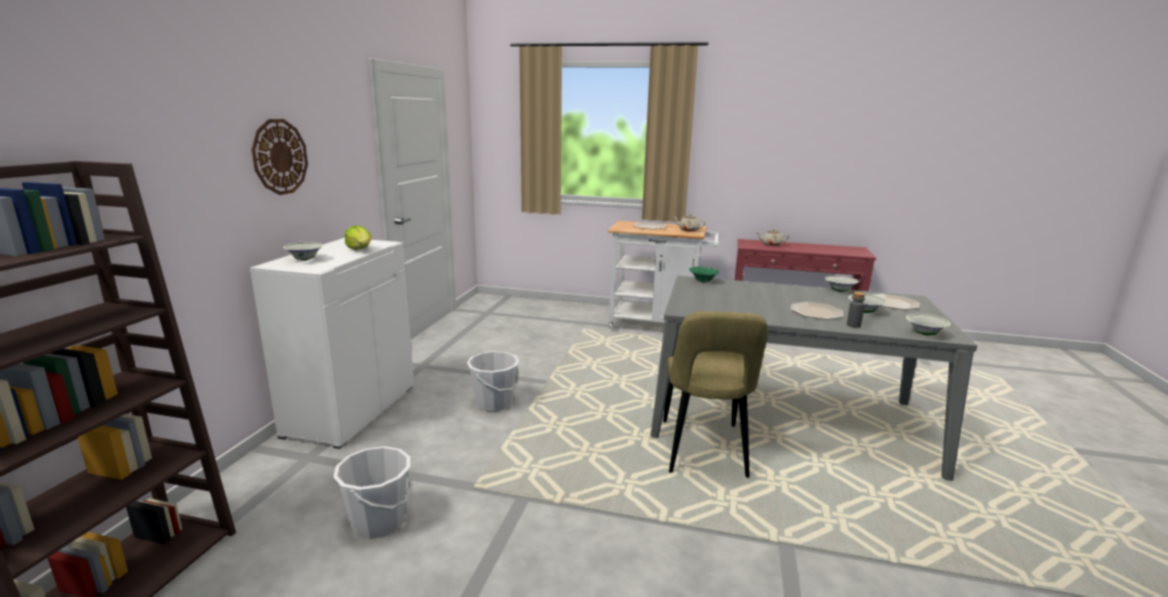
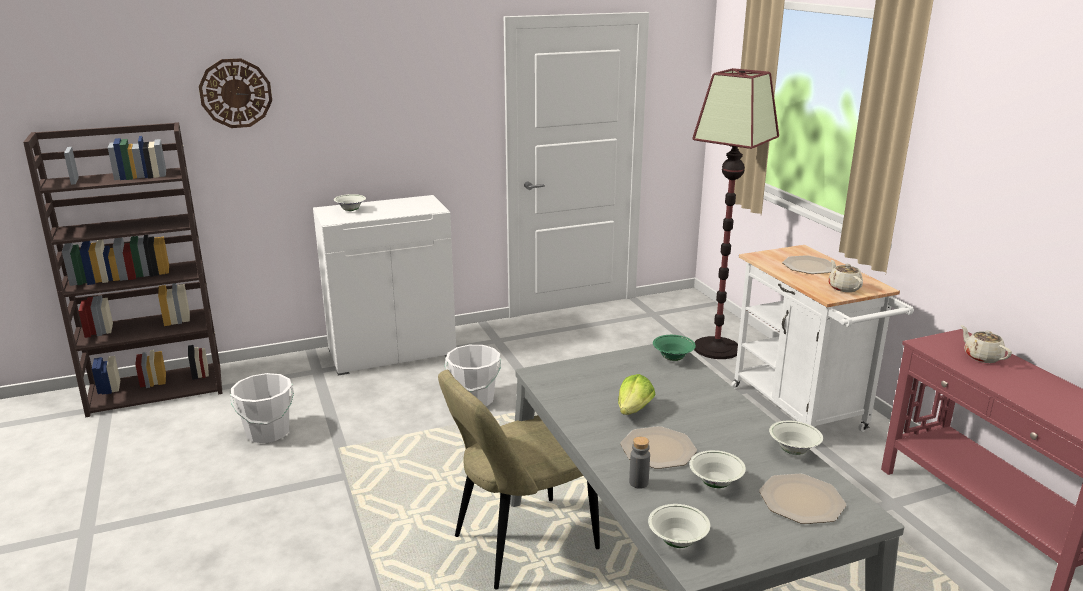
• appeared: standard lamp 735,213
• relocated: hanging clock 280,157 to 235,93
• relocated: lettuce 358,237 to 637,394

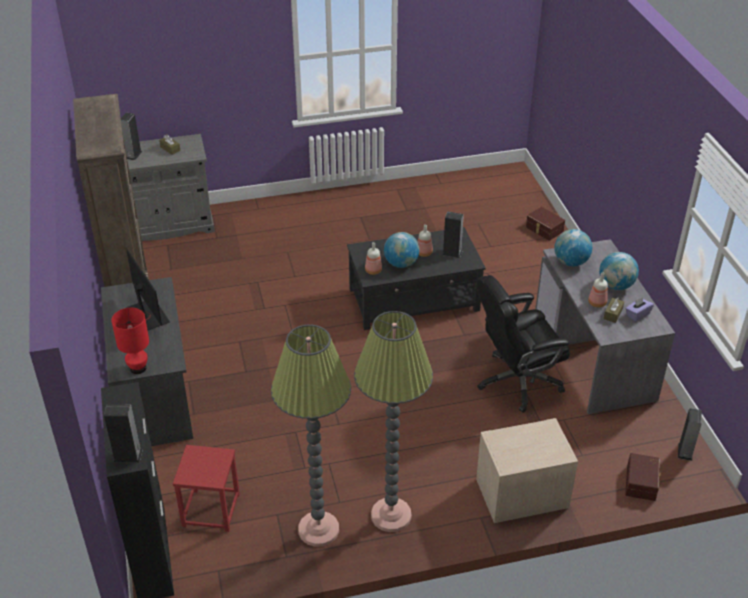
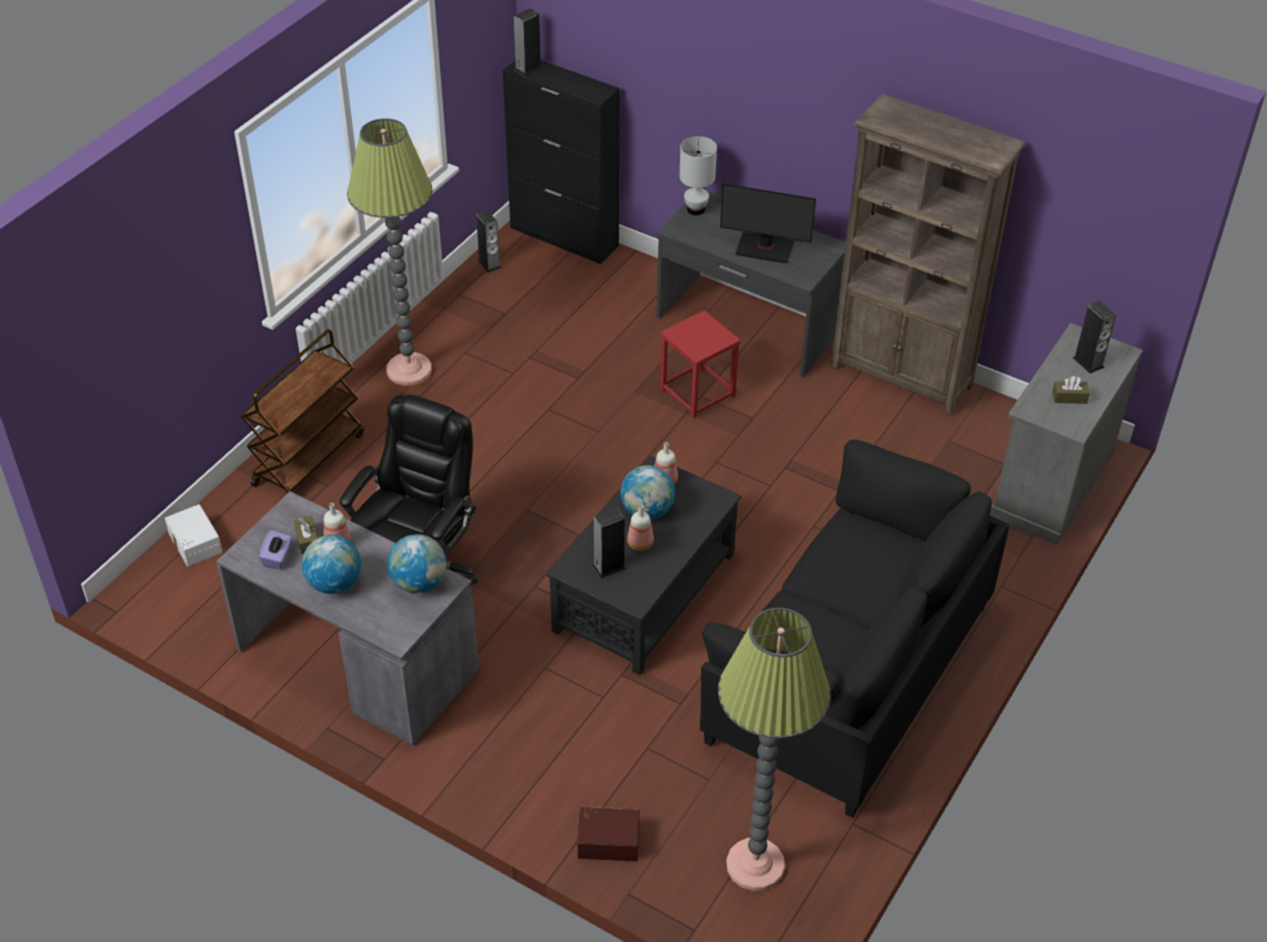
• appeared: black-coloured couch 854,628
• relocated: red stool seat 206,488 to 700,364
• relocated: standard lamp 311,435 to 774,749
• relocated: audio speaker 690,434 to 488,241
• exchanged: beige night table 527,470 to brownish trolley 302,412
• colour: red lamp for a table 130,341 to whitish lamp for a table 698,175
• colour: brownish storage bin 642,477 to whitish storage bin 193,535

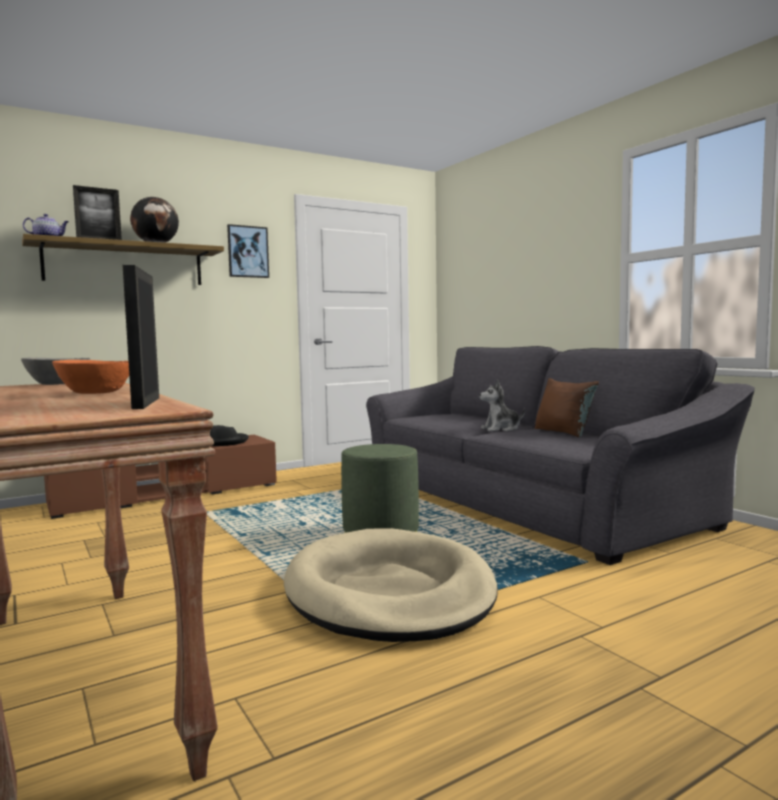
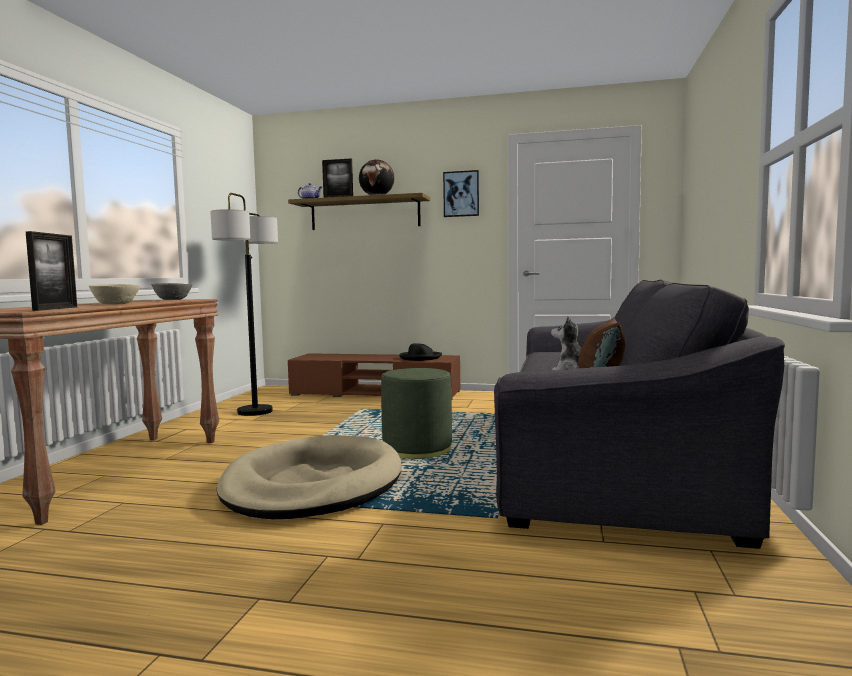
• appeared: standard lamp 244,304
• colour: orangey serving bowl 90,377 to beige serving bowl 115,294
• spun: standing frame 141,337 = 51,271 150 degrees clockwise

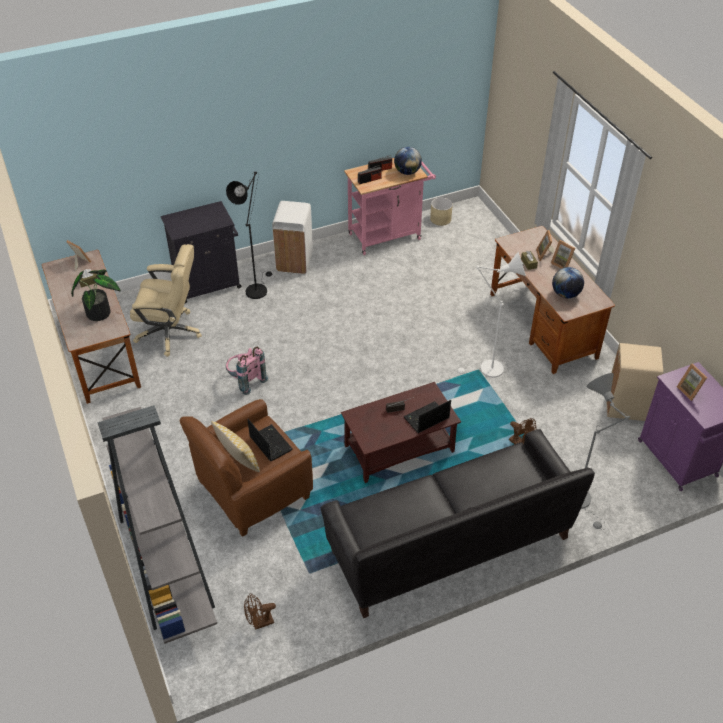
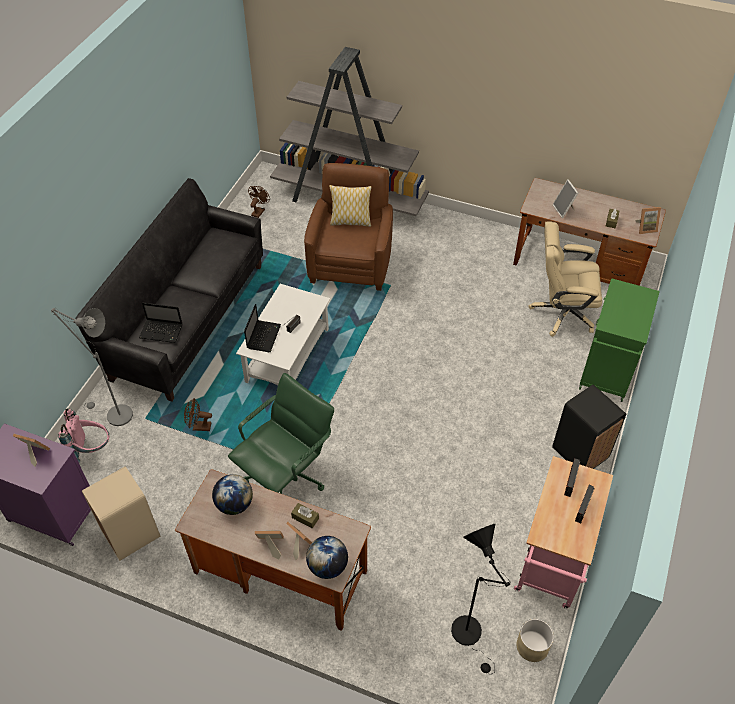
• relocated: black-coloured standard lamp 249,235 to 480,599
• relocated: pink knapsack 247,371 to 84,435
• relocated: notebook computer 269,440 to 161,322
• relocated: globe 408,161 to 327,557
• exchanged: potted plant 96,295 to standing frame 565,198
• exchanged: whitish standard lamp 490,315 to greenish desk chair 281,433
• colour: black-coloured cabinet 201,252 to greenish cabinet 619,340
• colour: whitish trash can 292,237 to black-coloured trash can 589,427
• colour: brownish lounge table 401,432 to whitish lounge table 283,334
• spun: beige desk chair 166,300 = 565,279 45 degrees clockwise

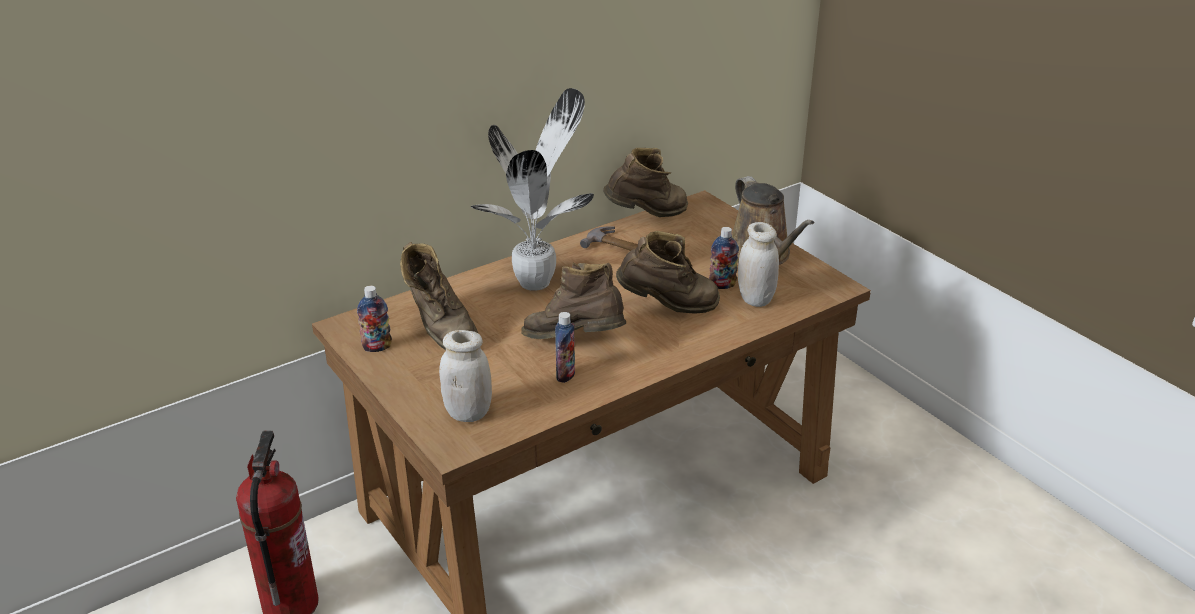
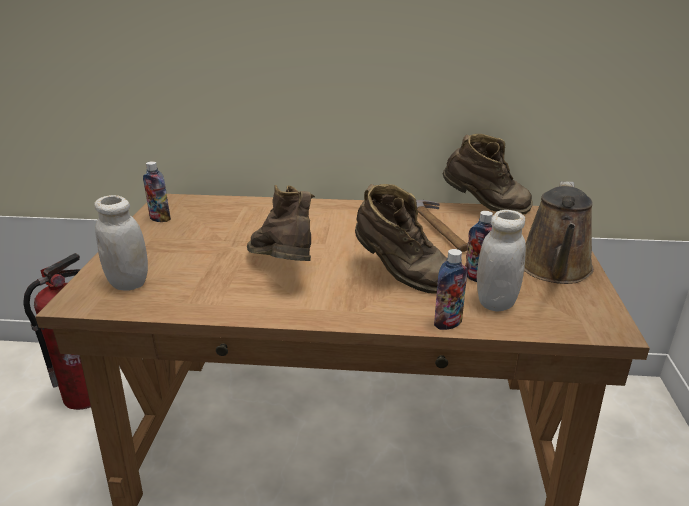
• missing: brownish boot 439,296
• missing: potted plant 532,189
• relocated: drink bottle 565,347 to 451,289

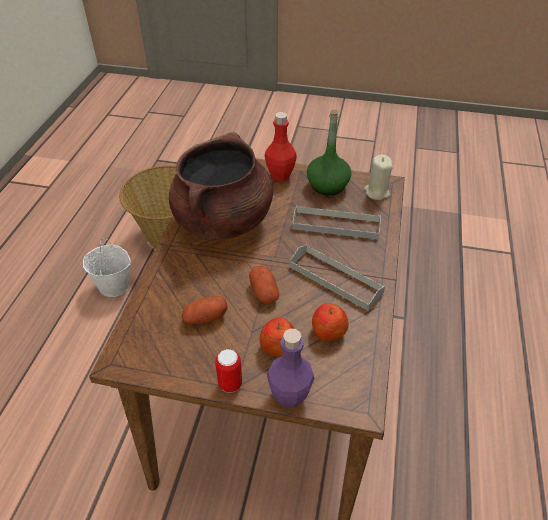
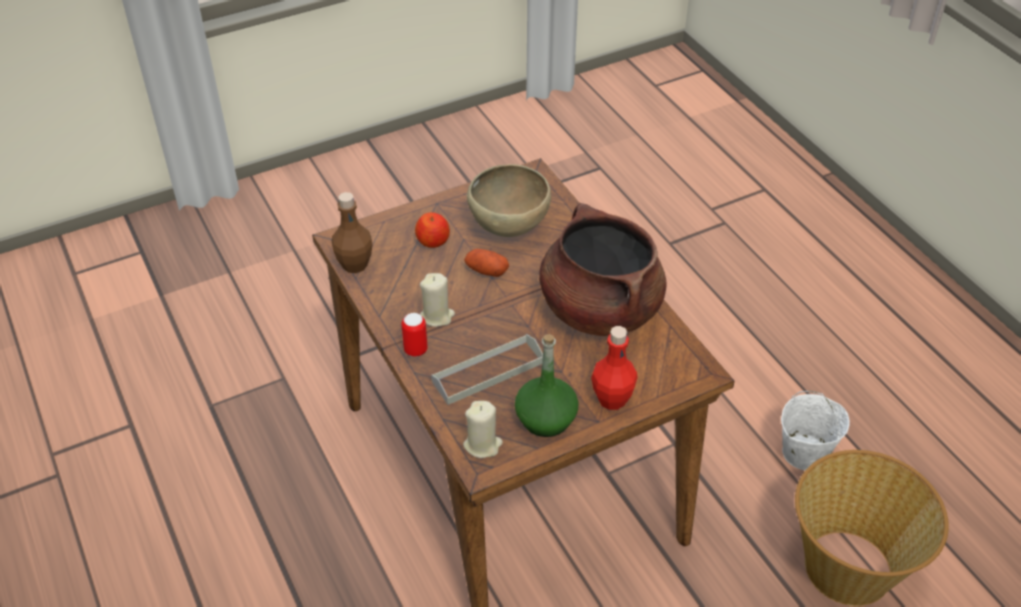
• missing: purplish drink bottle 290,368
• missing: apple fruit 330,322
• appeared: brownish drink bottle 352,232
• relocated: metal can 228,371 to 414,335
• exchanged: whole potato 204,310 to brownish serving bowl 509,200
• exchanged: greyish carrying tray 337,277 to beige wax light 437,300

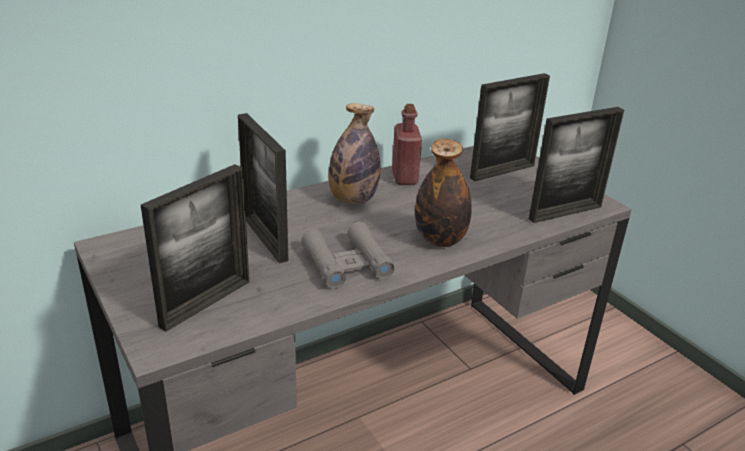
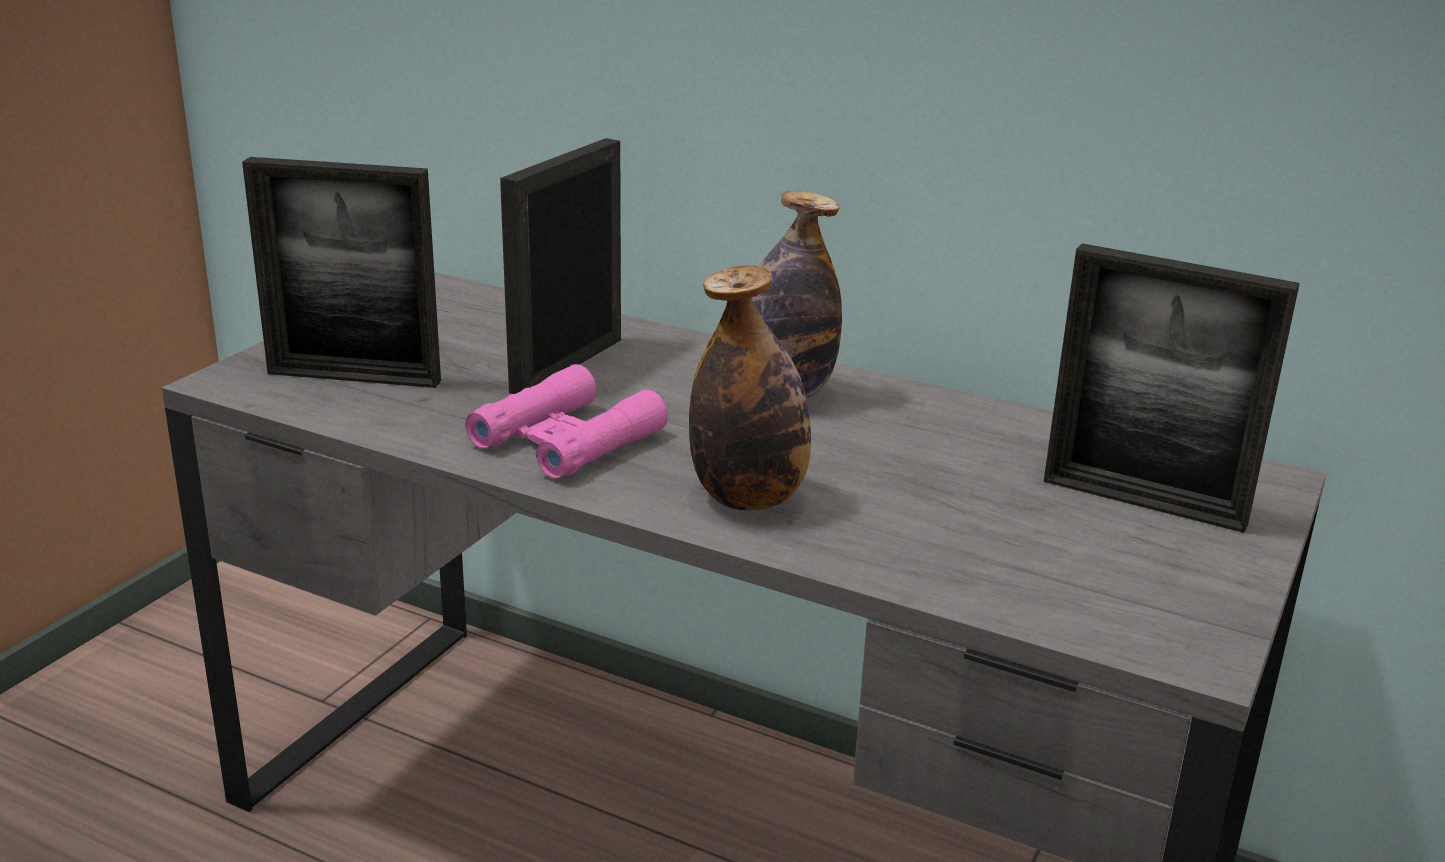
• missing: red drink bottle 407,144
• missing: standing frame 576,165
• colour: greyish field glasses 348,255 to pink field glasses 566,421

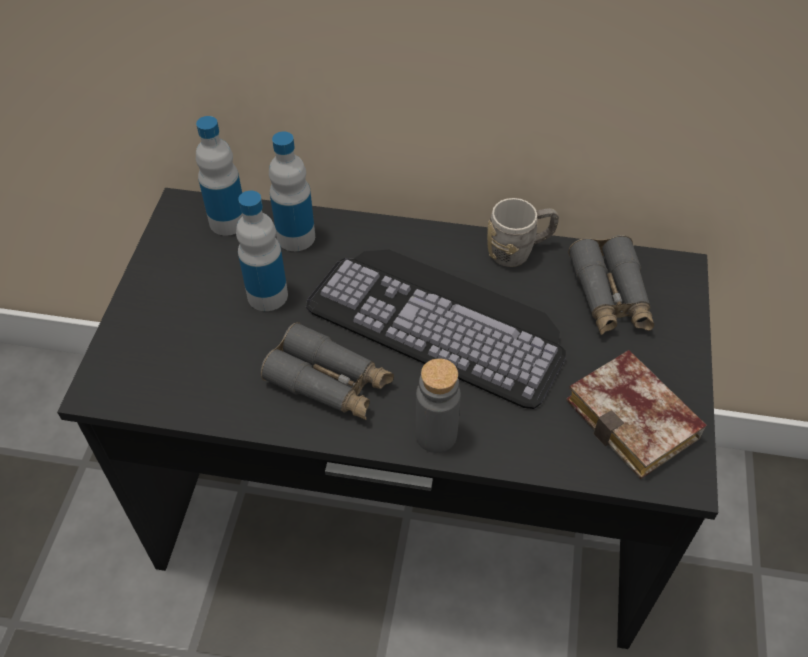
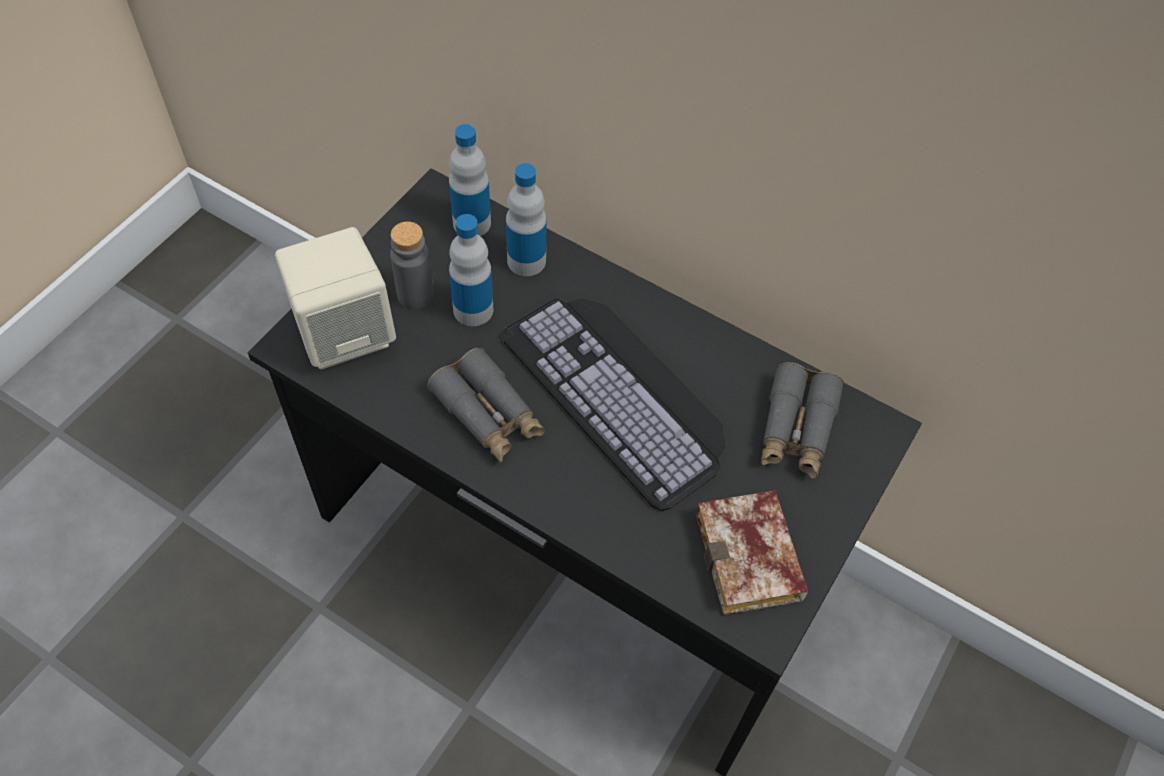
• missing: greyish coffee mug 523,232
• appeared: beige audio speaker 335,298
• relocated: greyish drink bottle 438,405 to 412,265

